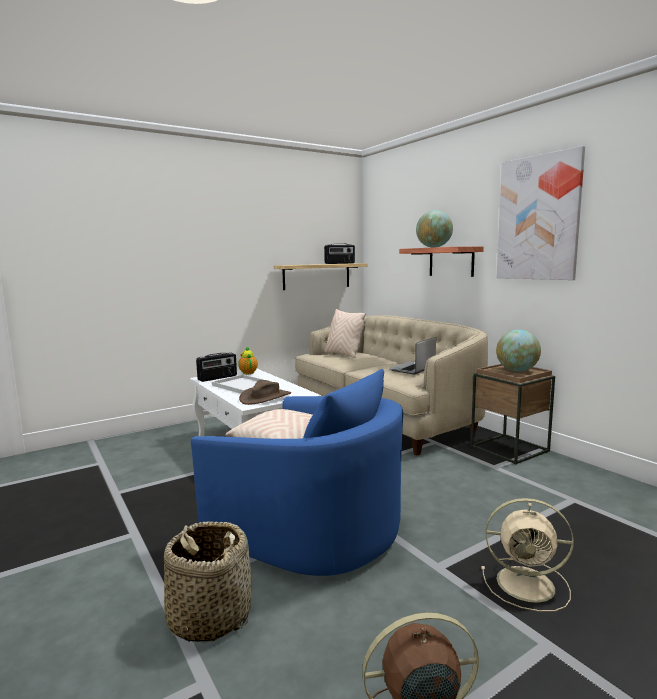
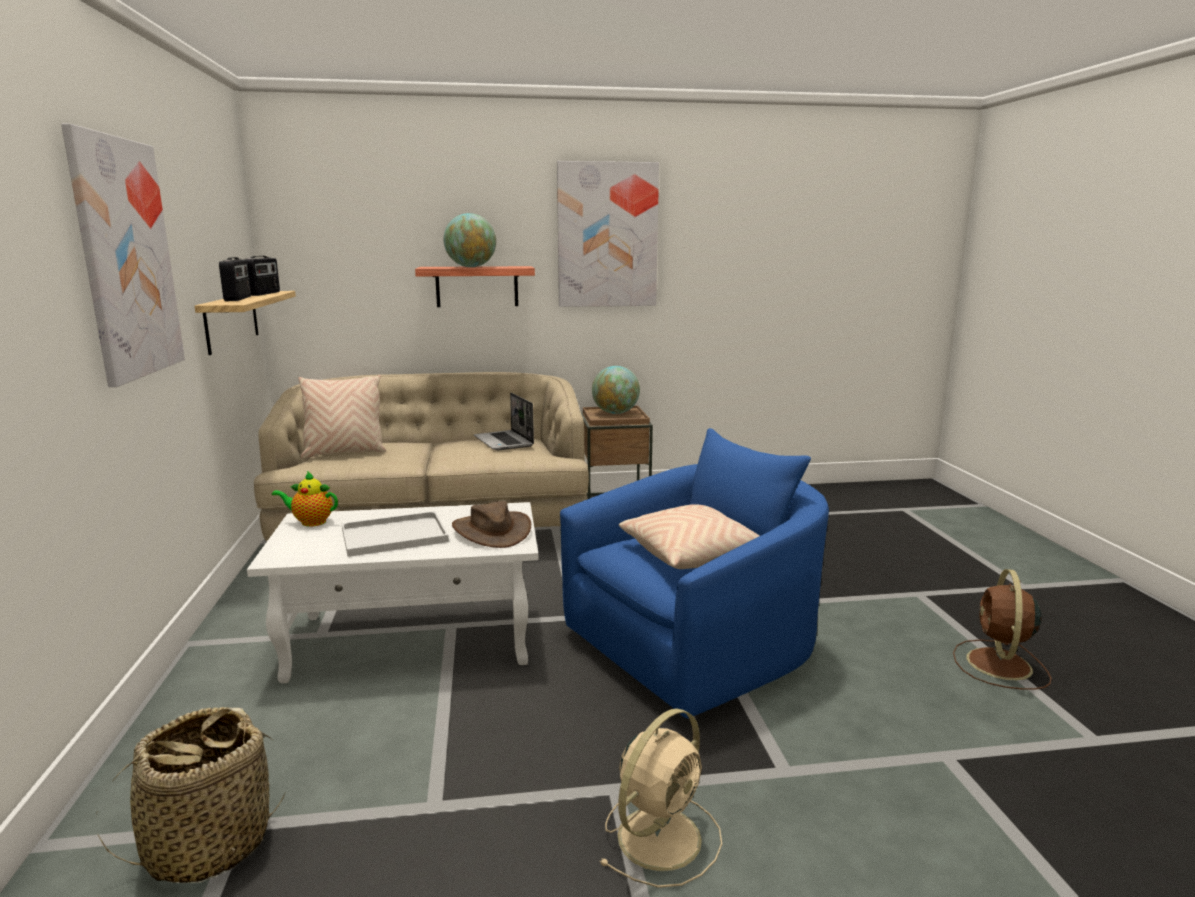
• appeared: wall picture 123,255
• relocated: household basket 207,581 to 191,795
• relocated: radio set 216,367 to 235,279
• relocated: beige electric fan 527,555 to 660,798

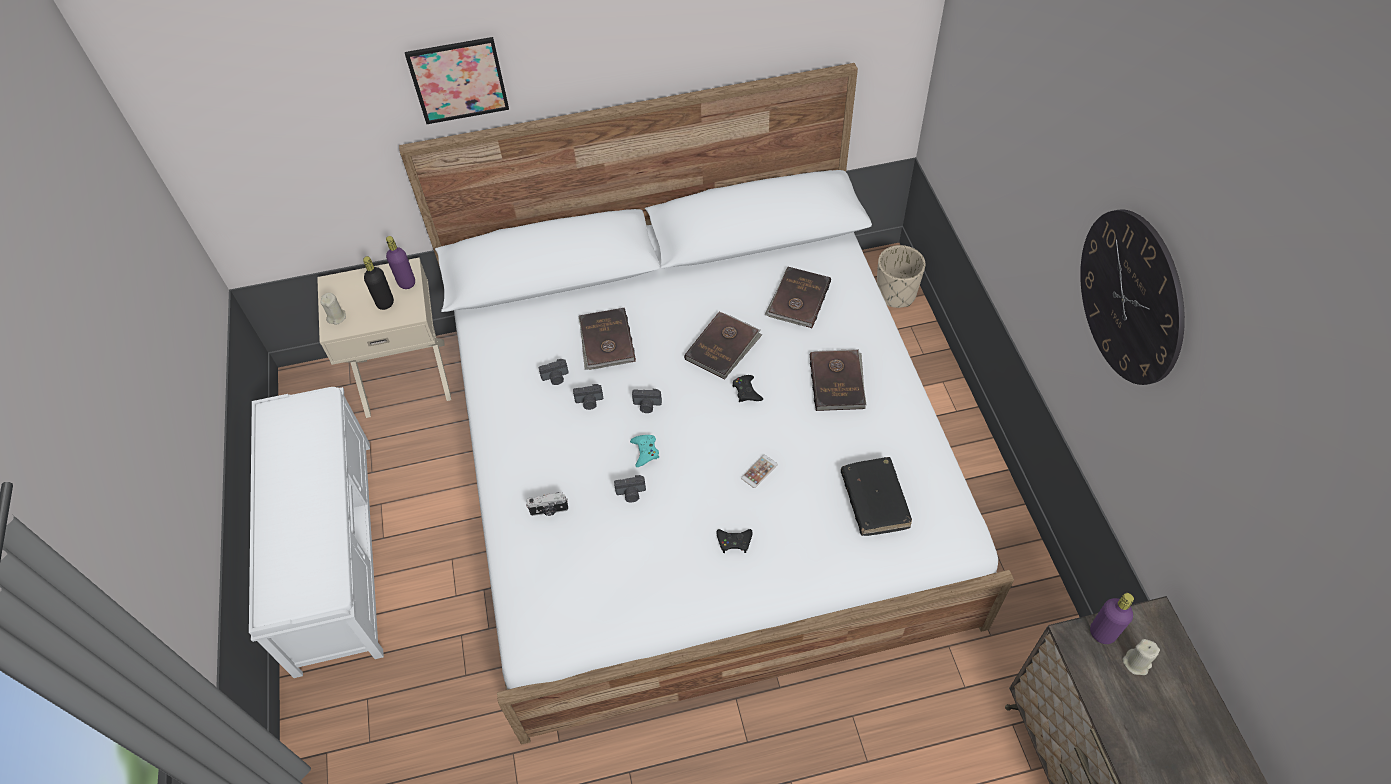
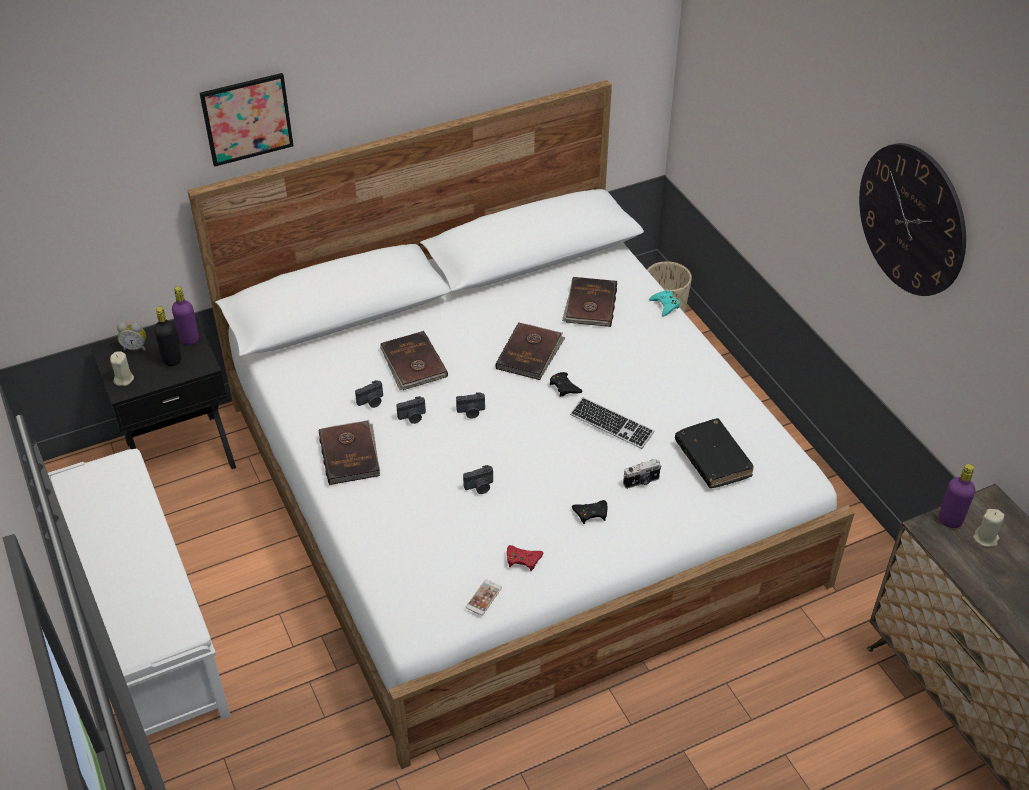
• appeared: bedside clock 131,336
• appeared: red gamepad 525,558
• appeared: keyboard 612,423
• relocated: photo camera 547,504 to 642,474
• relocated: turquoise-coloured gamepad 644,451 to 664,303
• relocated: phone 759,471 to 484,597
• relocated: brownish book 838,380 to 349,452
• colour: beige night table 384,338 to black-coloured night table 163,392

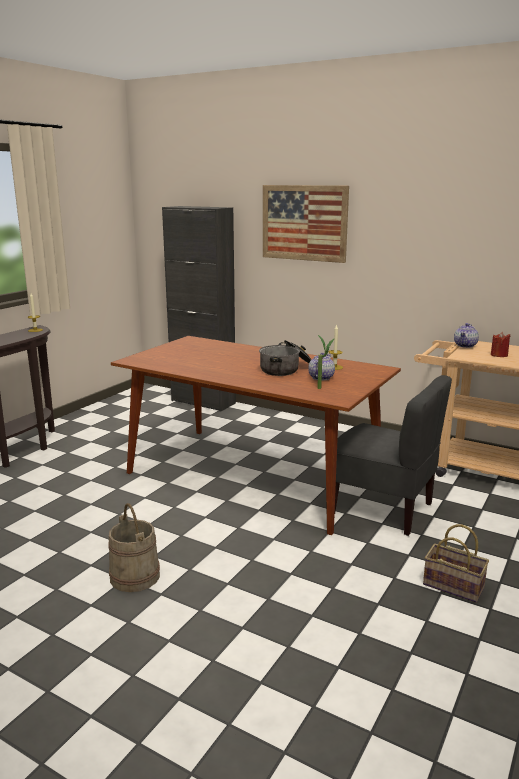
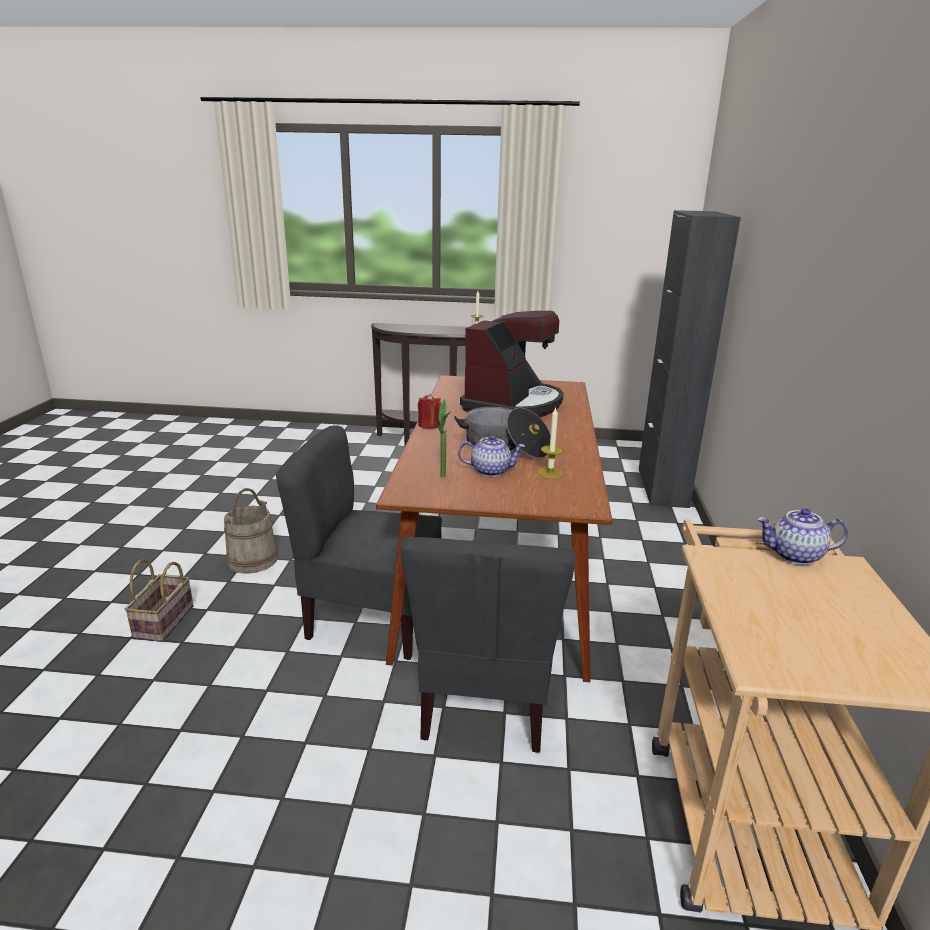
• missing: wall picture 306,224
• appeared: greyish plain chair 359,542
• appeared: coffee machine 512,364
• relocated: household basket 456,563 to 159,600
• relocated: red wax light 500,344 to 429,411

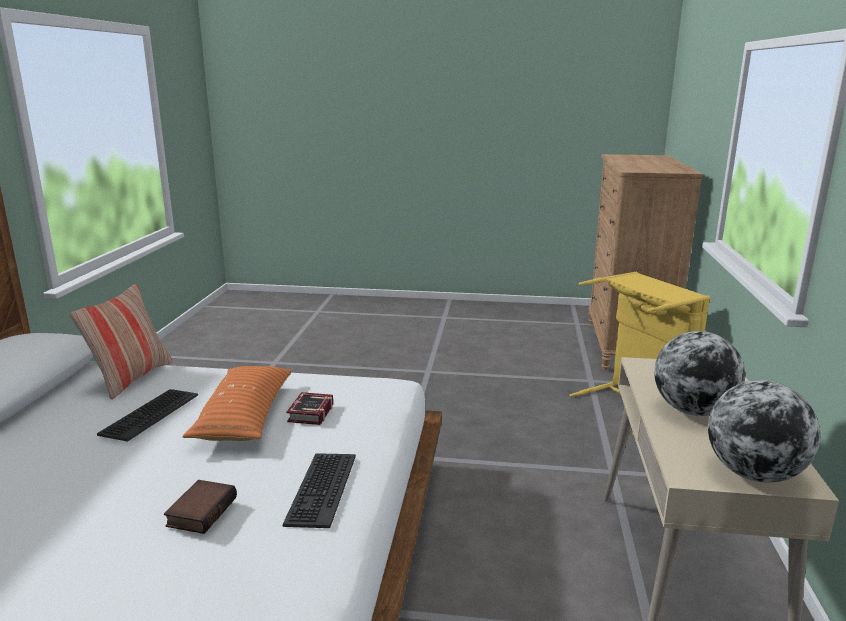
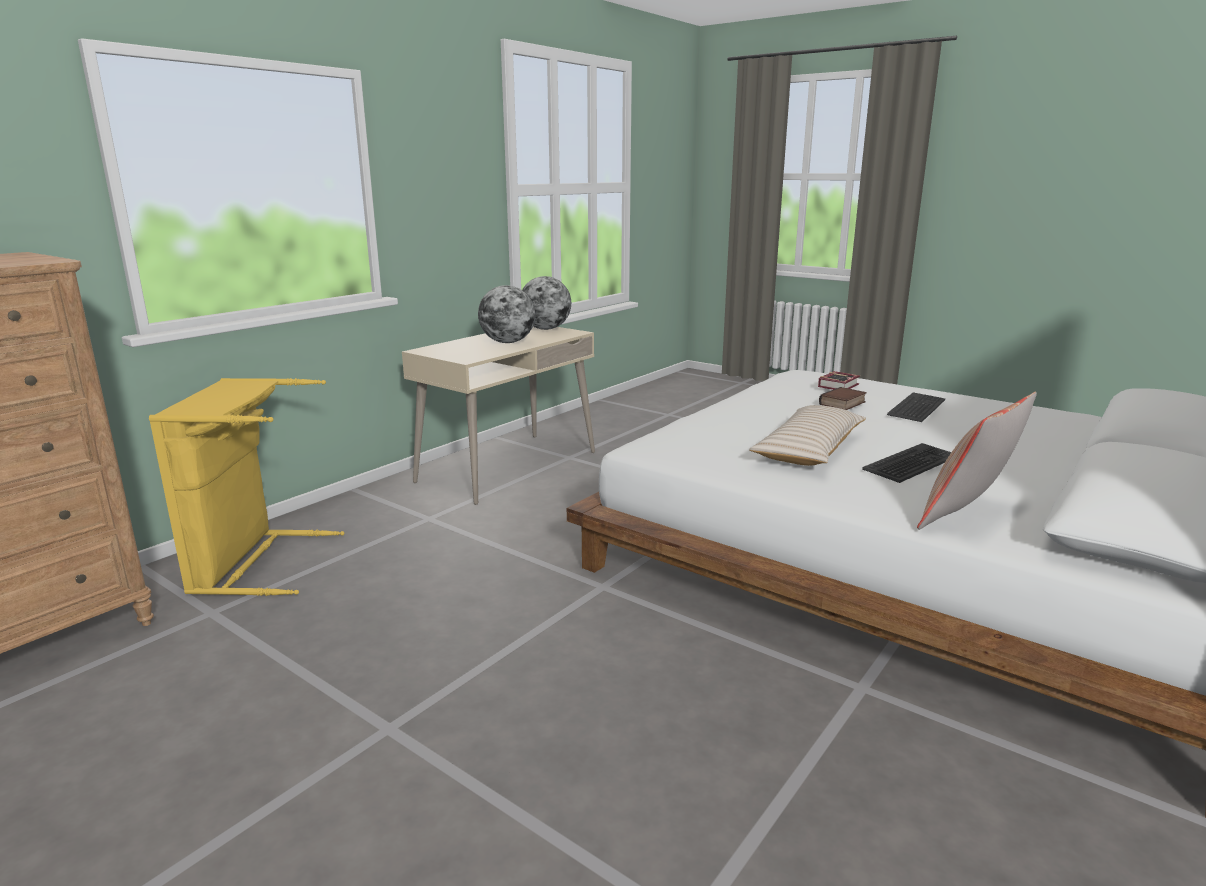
• relocated: keyboard 319,490 to 916,407
• relocated: book 309,408 to 839,380
• colour: orangey throw pillow 237,403 to beige throw pillow 807,435

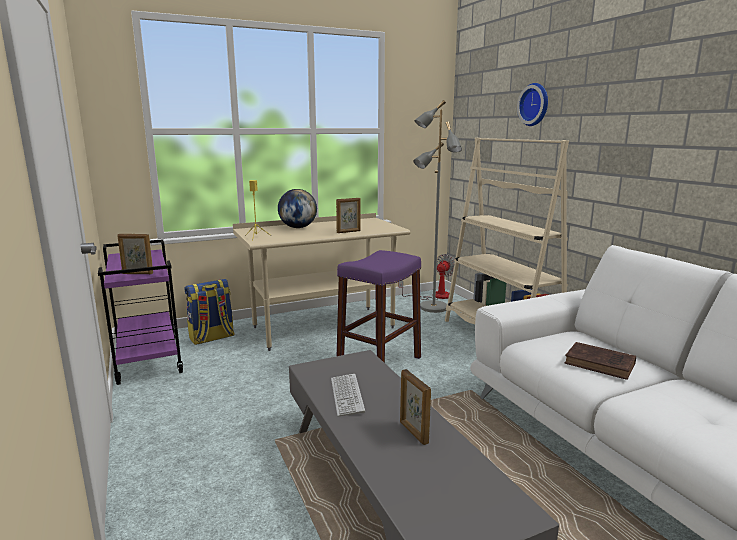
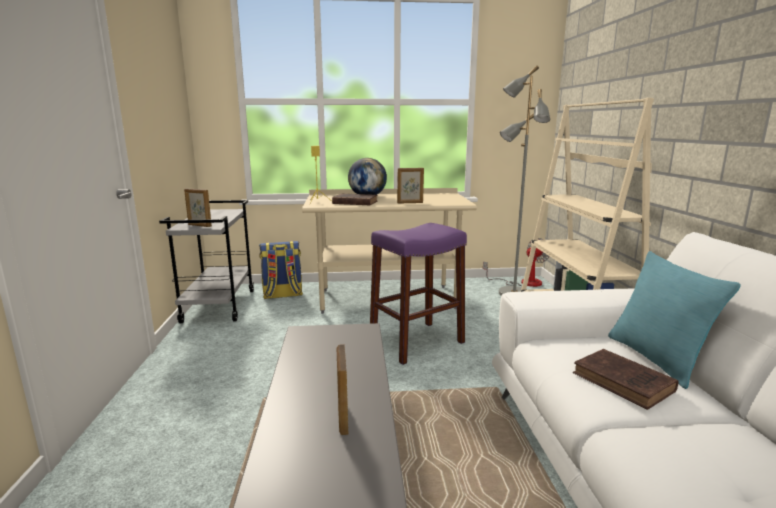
• missing: keyboard 348,395
• missing: hanging clock 532,104
• appeared: brownish book 355,199
• appeared: turquoise-coloured throw pillow 674,320
• colour: purplish trolley 140,312 to greyish trolley 206,261

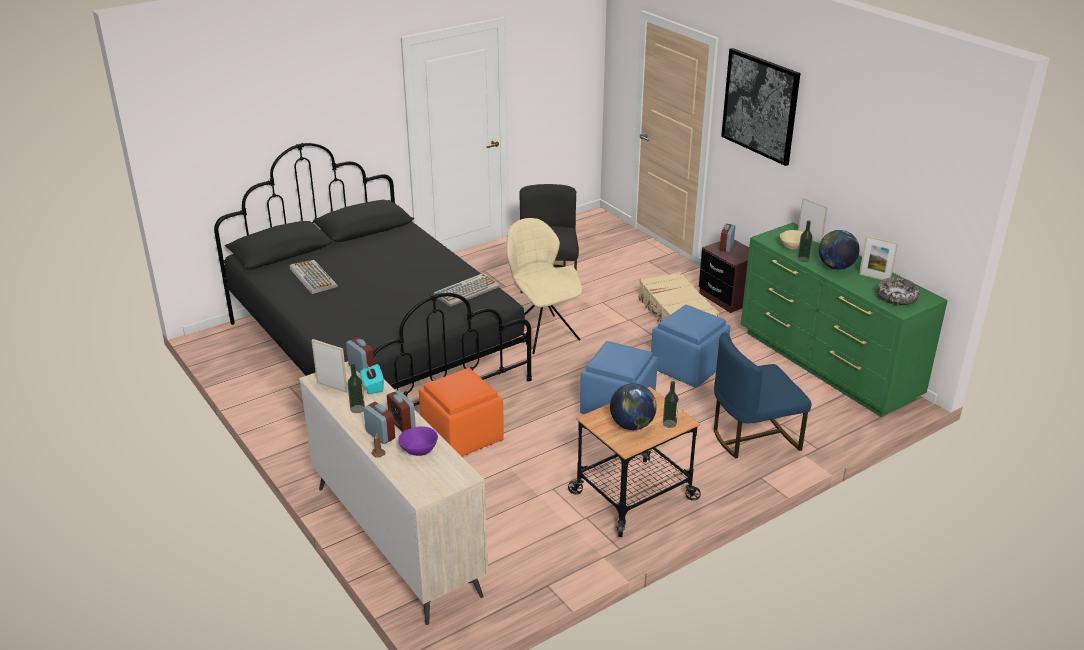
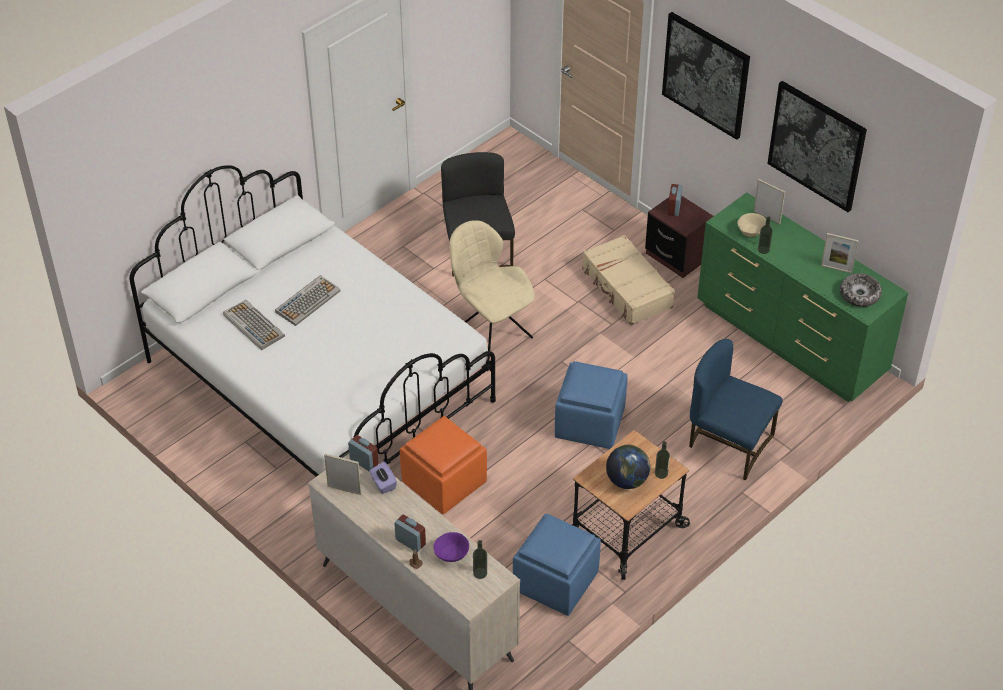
• missing: bedside clock 401,411
• missing: globe 839,250
• appeared: wall picture 817,146
• relocated: drink bottle 356,388 to 480,559
• relocated: keyboard 467,290 to 308,300
• relocated: bluish ottoman 690,346 to 557,565
• colour: black-coloured bed 373,274 to whitish bed 312,321
• colour: turquoise-coloured tissue holder 372,379 to purplish tissue holder 383,478
• spun: bluish plain chair 762,395 = 736,410 60 degrees clockwise

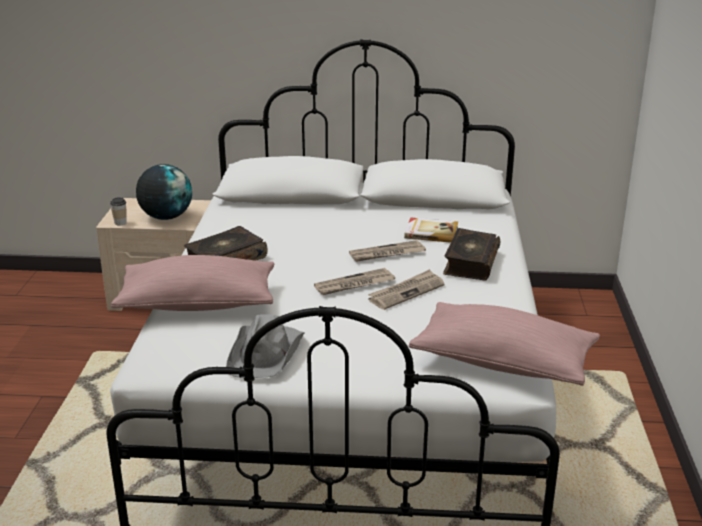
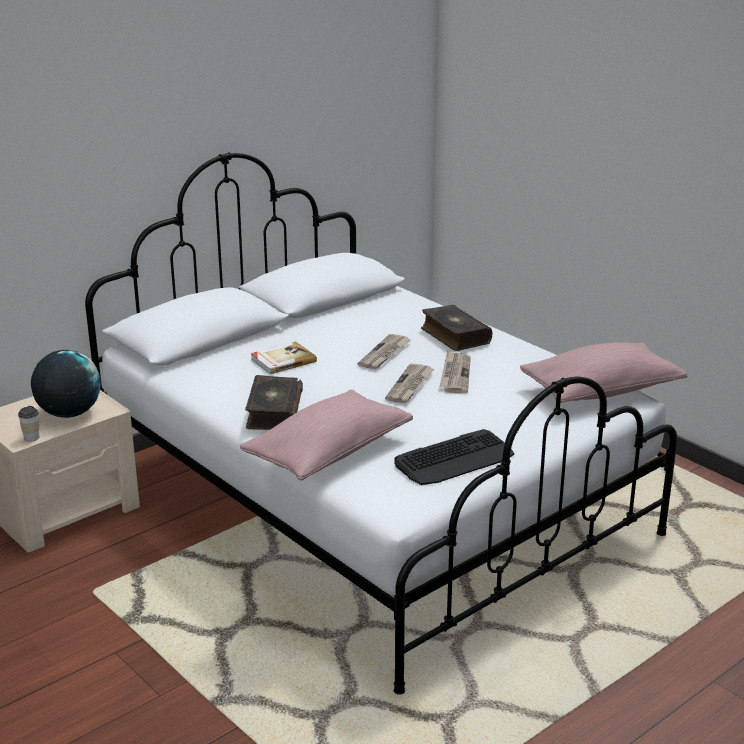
• relocated: book 431,230 to 284,358
• exchanged: greyish wearable hat 265,346 to keyboard 454,457

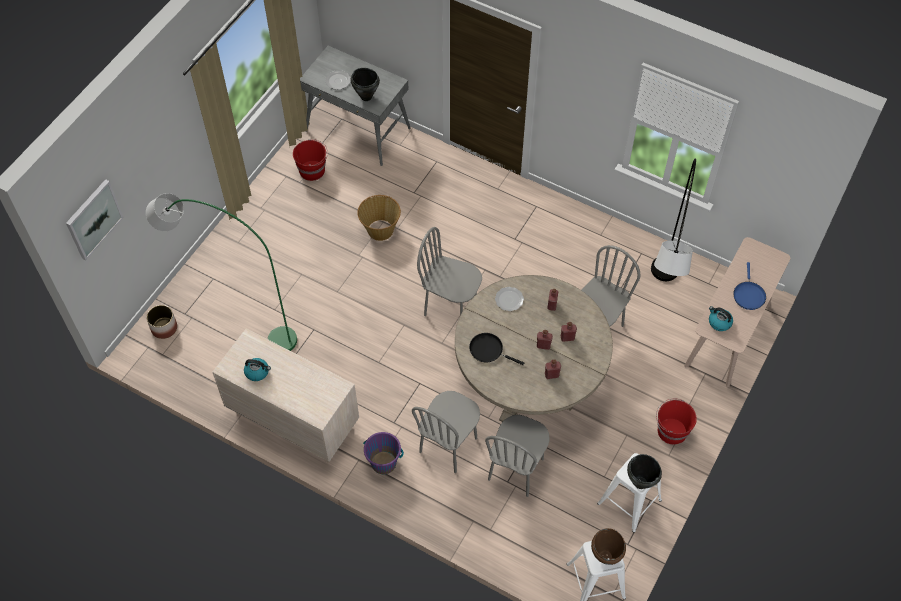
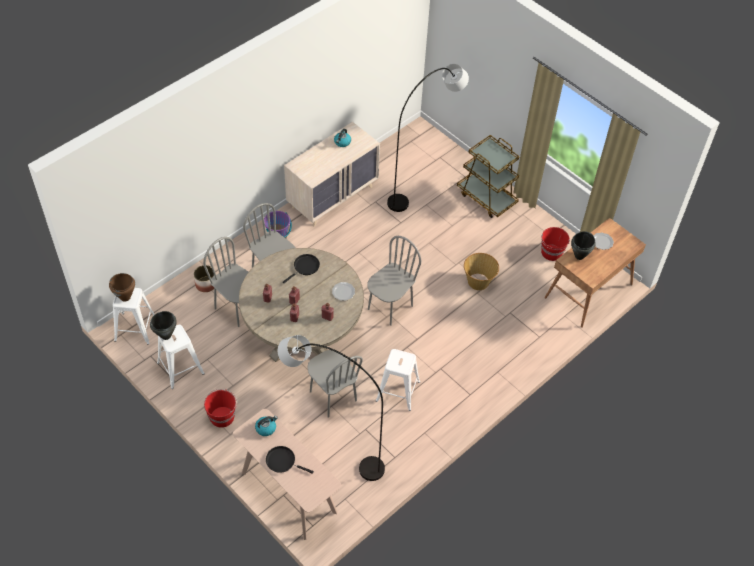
• missing: wall picture 95,219
• appeared: whitish stool seat 398,380
• appeared: brownish trolley 488,176
• relocated: plant pot 161,322 to 204,278
• colour: greenish standard lamp 221,272 to greyish standard lamp 428,138
• colour: greyish desk unit 355,106 to brownish desk unit 595,273
• colour: bluish skillet 749,286 to black-coloured skillet 290,460

